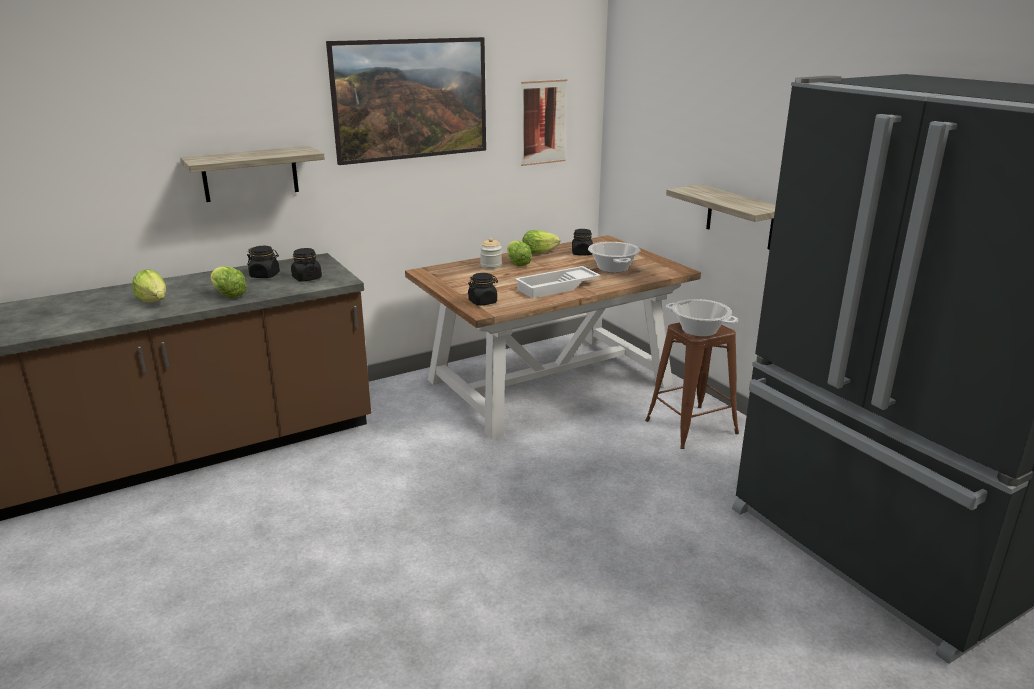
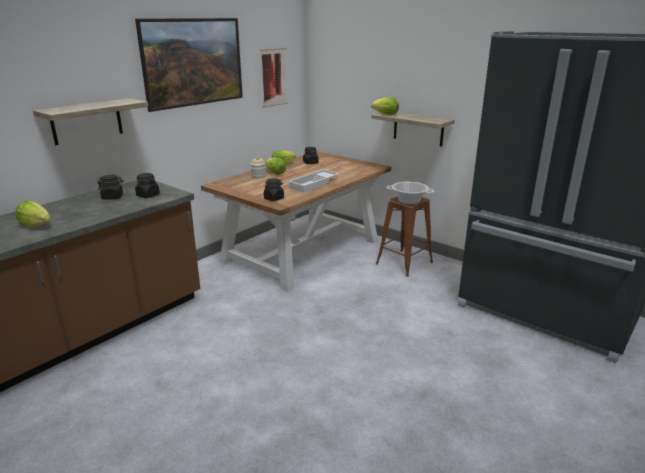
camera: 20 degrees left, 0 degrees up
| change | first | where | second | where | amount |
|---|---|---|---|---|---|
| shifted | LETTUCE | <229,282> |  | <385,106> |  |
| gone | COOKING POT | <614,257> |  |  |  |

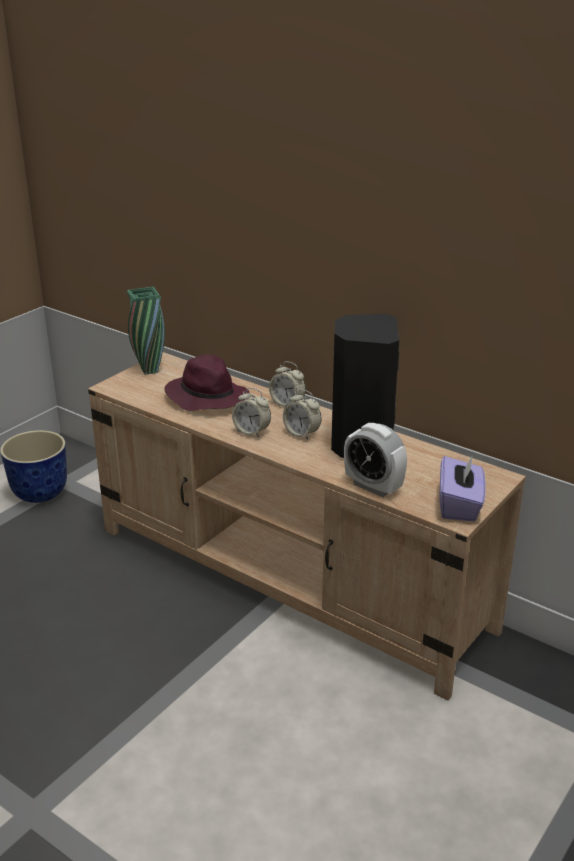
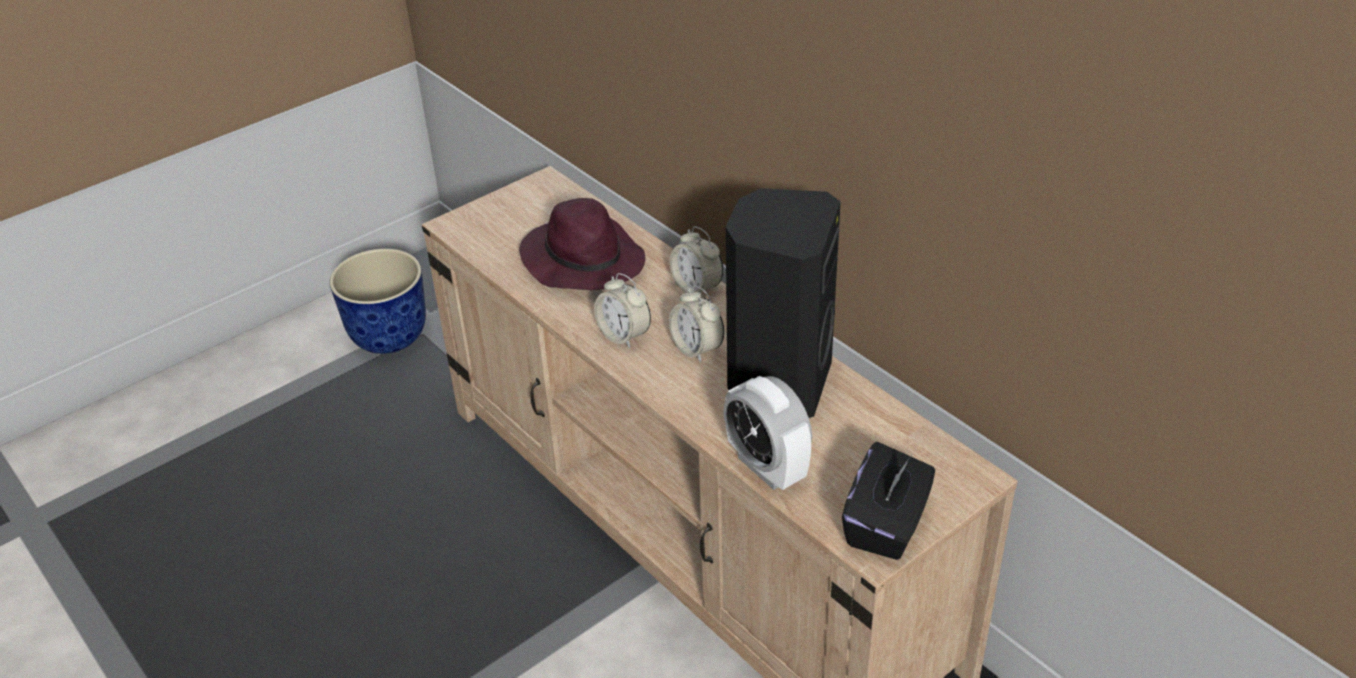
camera: 15 degrees right, 10 degrees up
| change | first | where | second | where | amount |
|---|---|---|---|---|---|
| gone | GREEN VASE | <146,331> |  |  |  |
| repainted | PURPLE TISSUE BOX | <463,488> | BLACK TISSUE BOX | <888,501> |  |

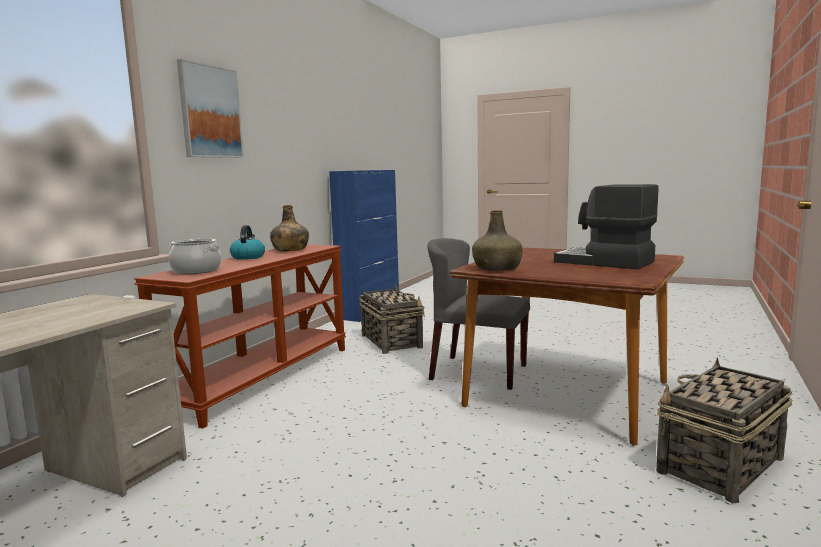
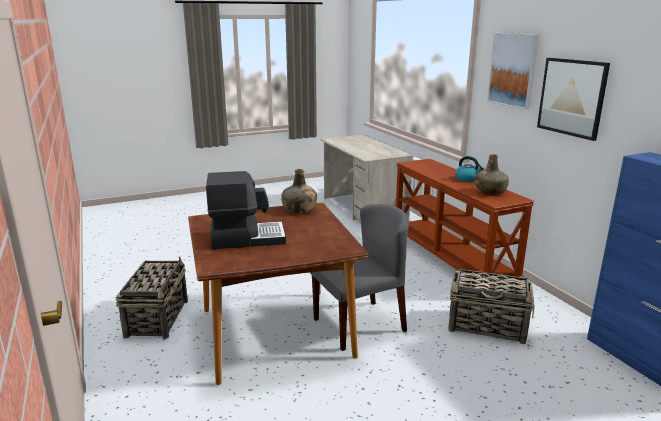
camera: 130 degrees right, 10 degrees up
| change | first | where | second | where | amount |
|---|---|---|---|---|---|
| gone | COOKING POT | <195,256> |  |  |  |
| new |  |  | PICTURE | <573,99> |  |

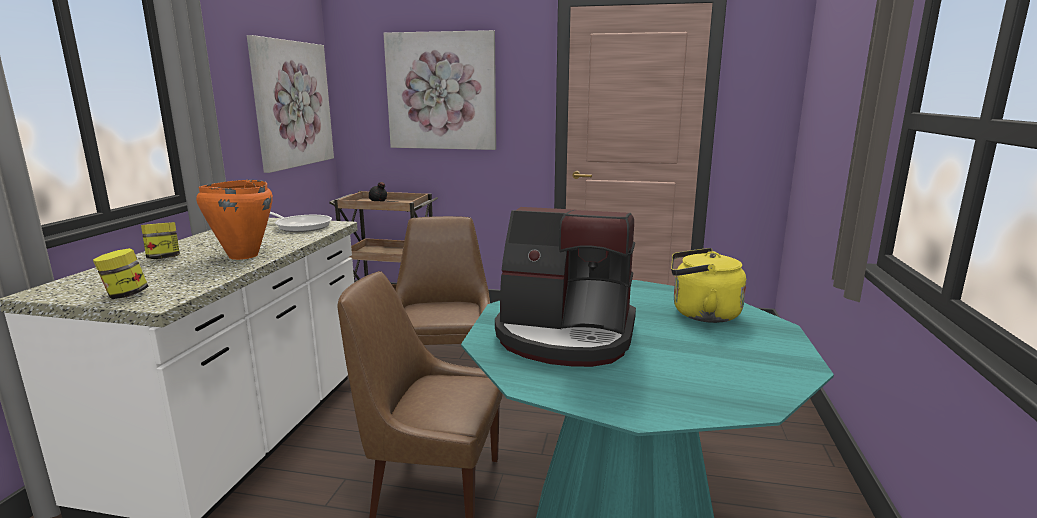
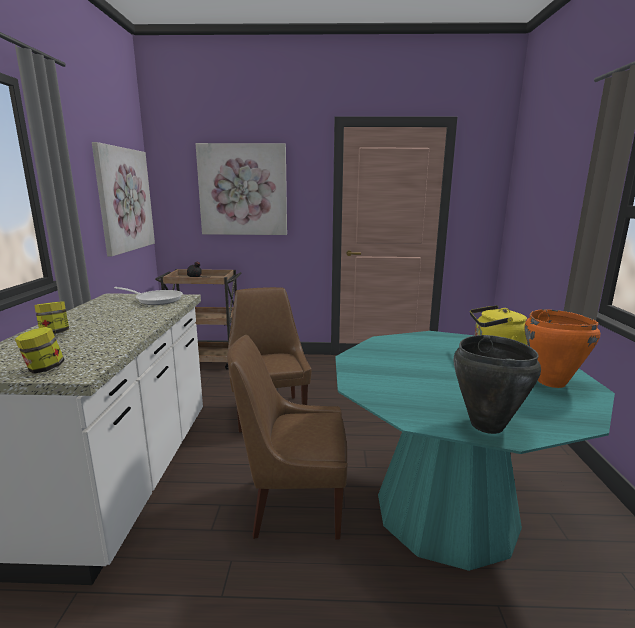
camera: 10 degrees left, 0 degrees up
| change | first | where | second | where | amount |
|---|---|---|---|---|---|
| shifted | ORANGE COOKING POT | <234,220> |  | <562,348> |  |
| gone | COFFEE MACHINE | <565,287> |  |  |  |
| new |  |  | BLACK COOKING POT | <497,384> |  |

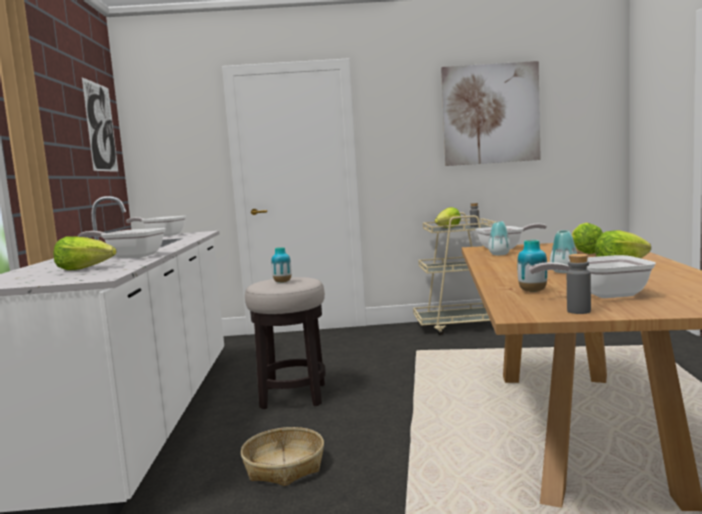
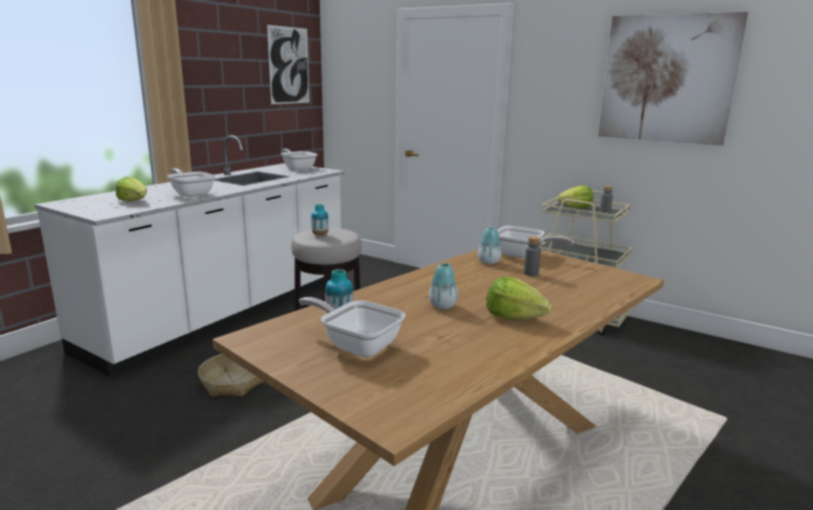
camera: 35 degrees right, 10 degrees up
| change | first | where | second | where | amount |
|---|---|---|---|---|---|
| shifted | GREY BOTTLE | <579,284> |  | <532,256> |  |
| gone | LETTUCE | <587,238> |  |  |  |

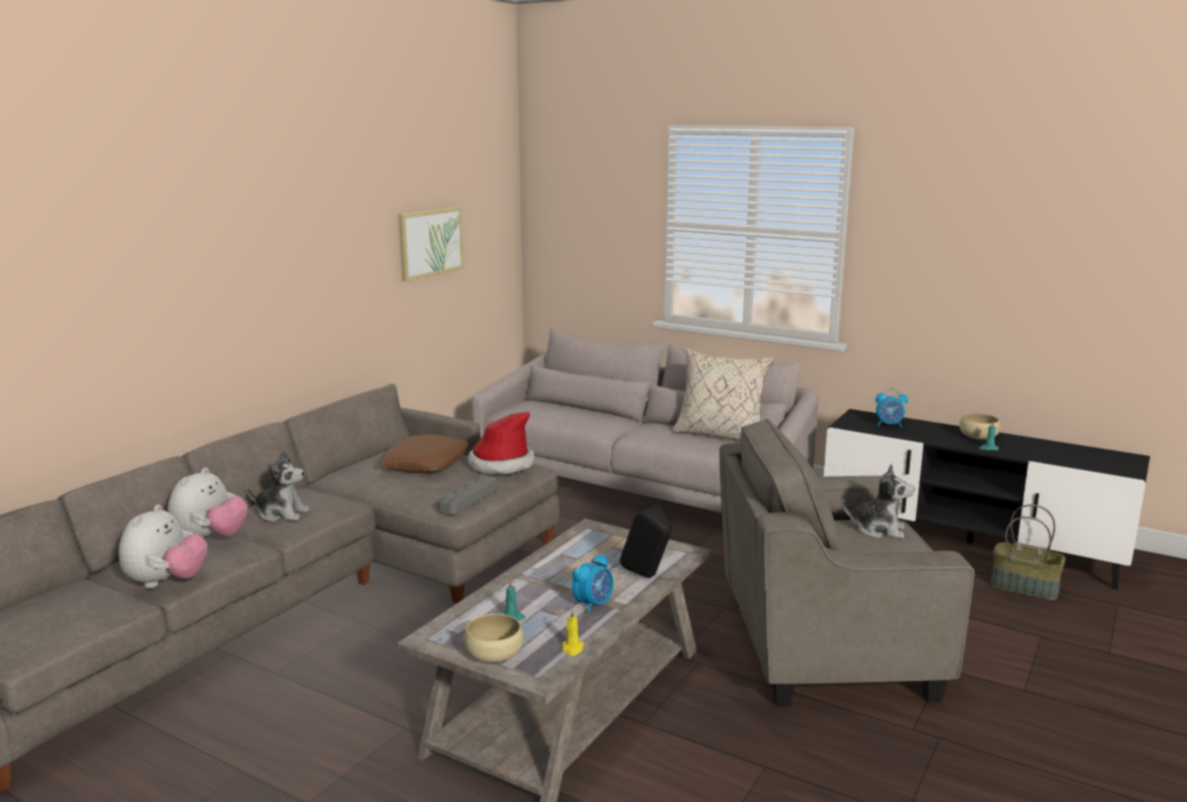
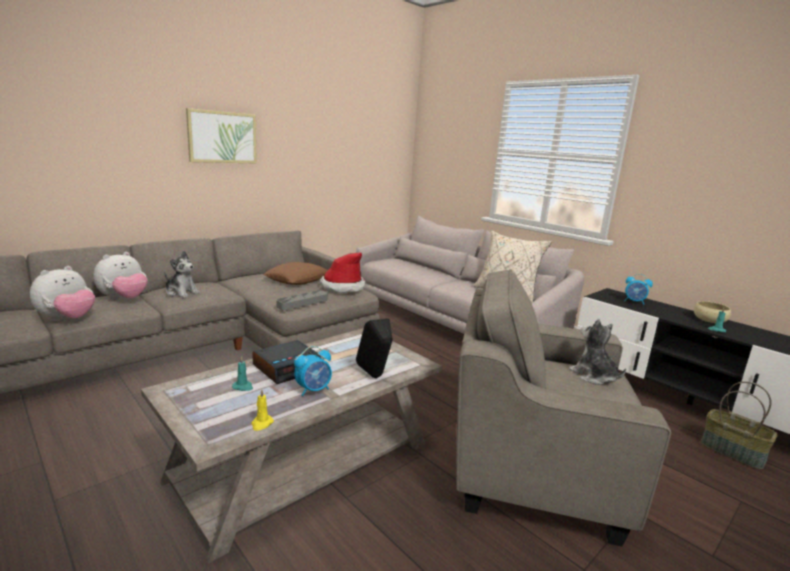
camera: 15 degrees right, 0 degrees up
| change | first | where | second | where | amount |
|---|---|---|---|---|---|
| shifted | PICTURE | <431,243> |  | <221,136> |  |
| gone | BEIGE BOWL | <494,638> |  |  |  |
| rotated | PLUSH TOY | <878,501> |  | <597,352> | 150 degrees counterclockwise |
| new |  |  | ALARM CLOCK | <286,362> |  |

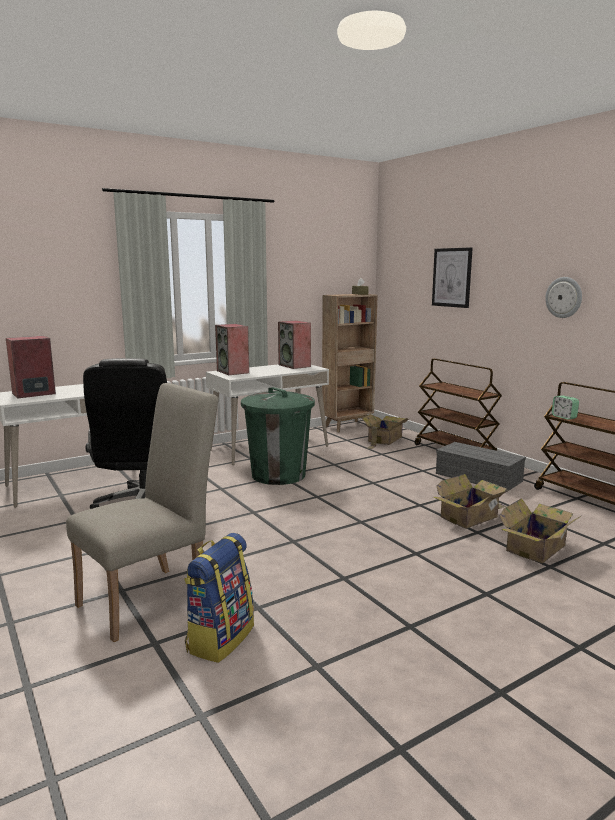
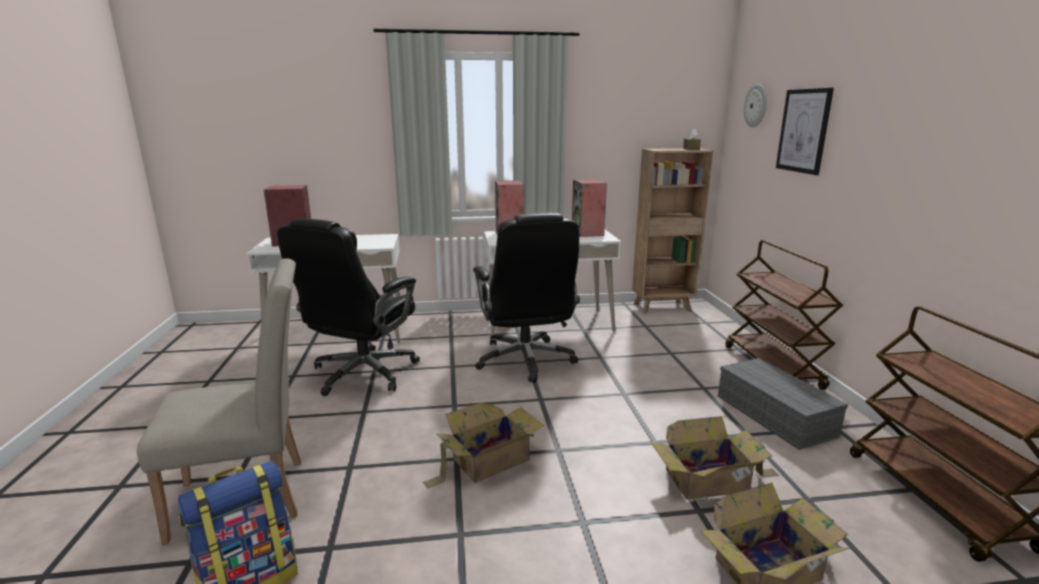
camera: 25 degrees right, 5 degrees up
| change | first | where | second | where | amount |
|---|---|---|---|---|---|
| swapped | GREEN TRASH CAN | <278,436> | BLACK OFFICE CHAIR | <526,298> |  |
| shifted | CARDBOARD BOX | <385,431> |  | <483,446> |  |
| shifted | WALL CLOCK | <563,297> |  | <755,105> |  |
| gone | ALARM CLOCK | <565,408> |  |  |  |

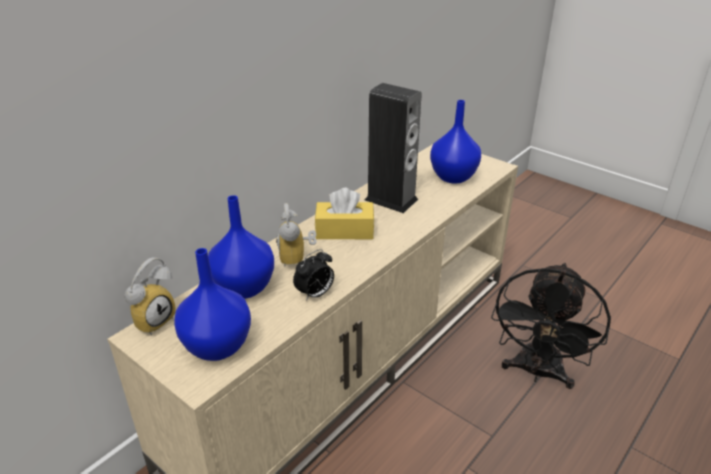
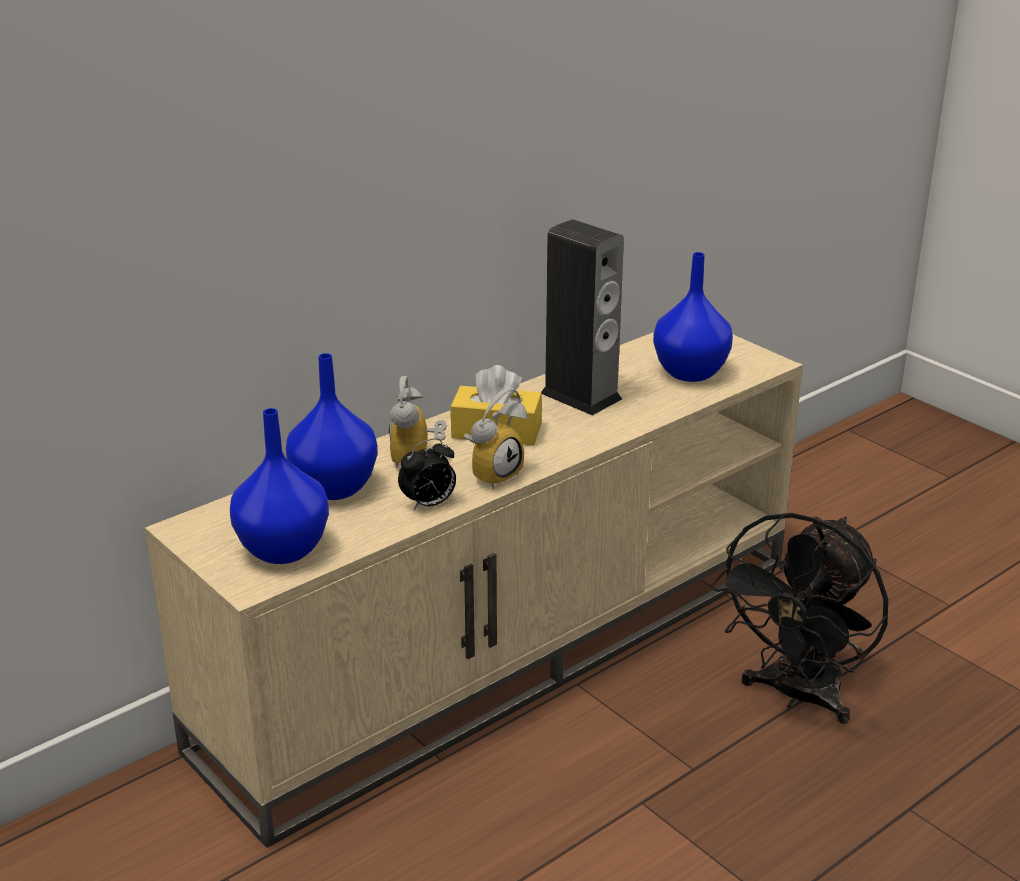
camera: 10 degrees right, 5 degrees down
| change | first | where | second | where | amount |
|---|---|---|---|---|---|
| shifted | ALARM CLOCK | <150,296> |  | <495,438> |  |

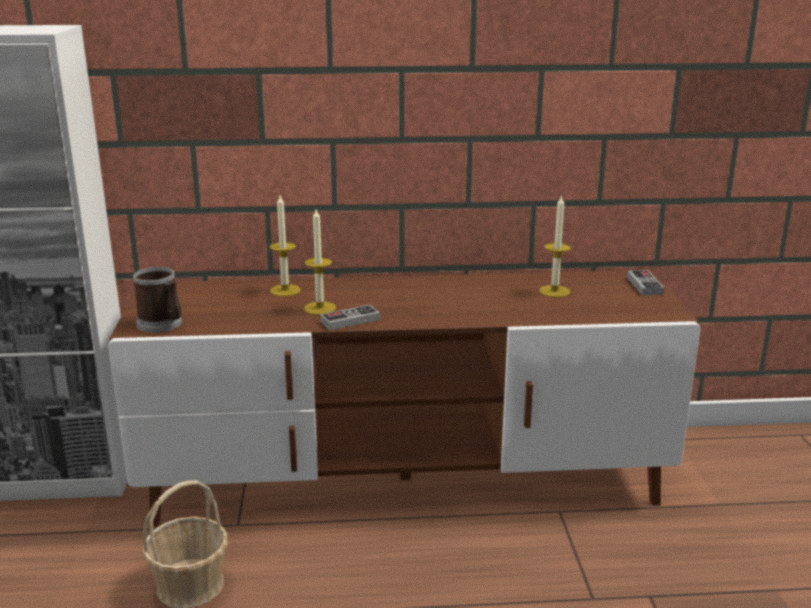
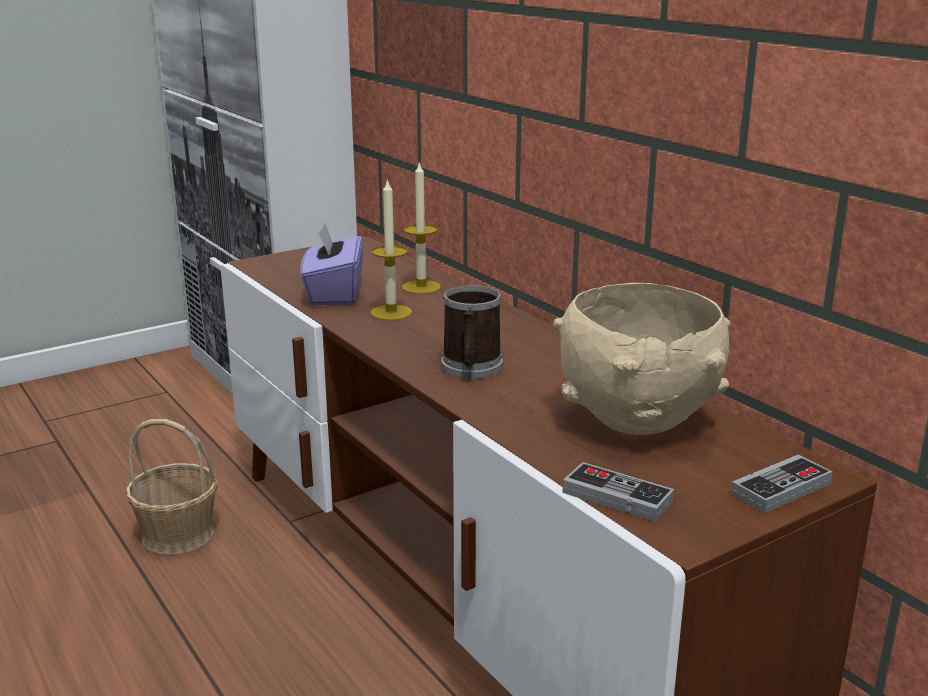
camera: 60 degrees right, 0 degrees up
| change | first | where | second | where | amount |
|---|---|---|---|---|---|
| shifted | MUG | <157,300> |  | <472,332> |  |
| shifted | GAME CONTROLLER | <350,317> |  | <618,492> |  |
| swapped | CANDLE | <555,246> | BEIGE BOWL | <642,359> |  |
| new |  |  | PURPLE TISSUE BOX | <331,263> |  |

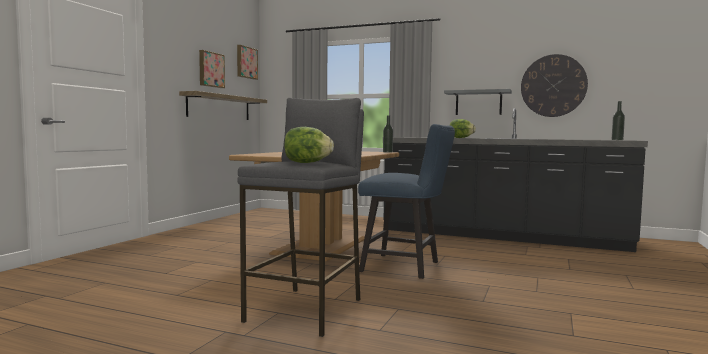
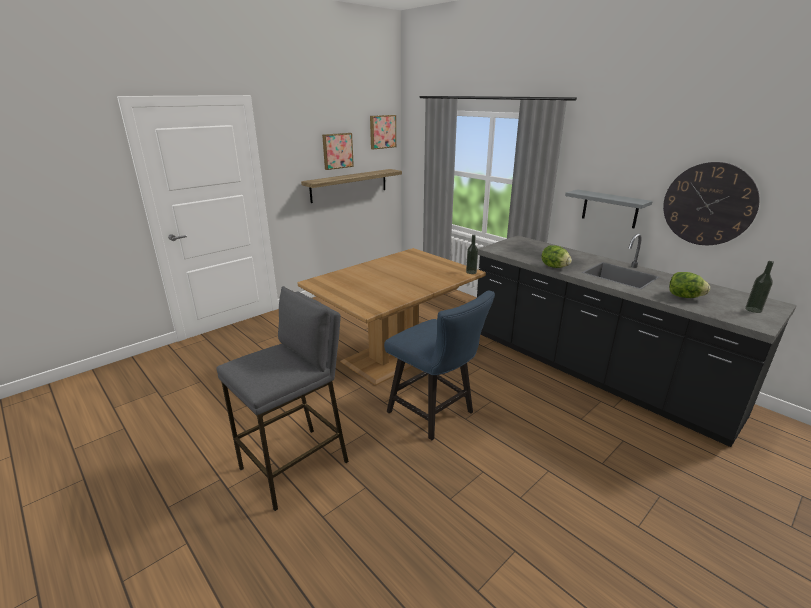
camera: 25 degrees right, 20 degrees up
| change | first | where | second | where | amount |
|---|---|---|---|---|---|
| shifted | LETTUCE | <309,145> |  | <689,285> |  |

